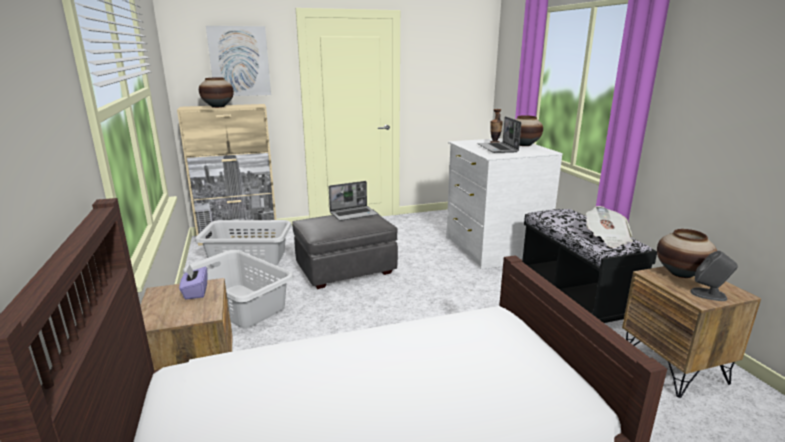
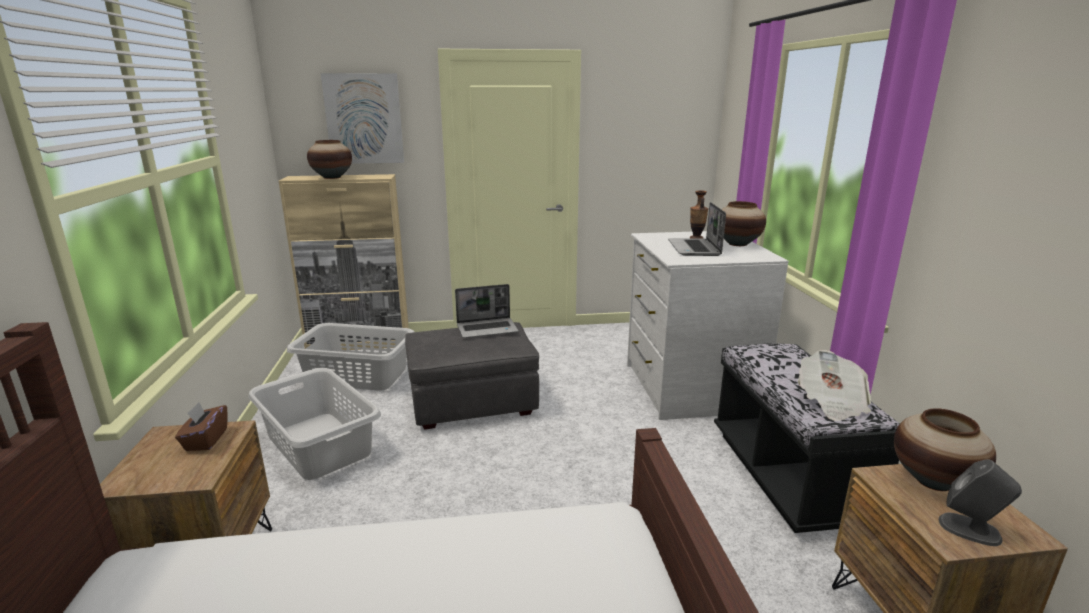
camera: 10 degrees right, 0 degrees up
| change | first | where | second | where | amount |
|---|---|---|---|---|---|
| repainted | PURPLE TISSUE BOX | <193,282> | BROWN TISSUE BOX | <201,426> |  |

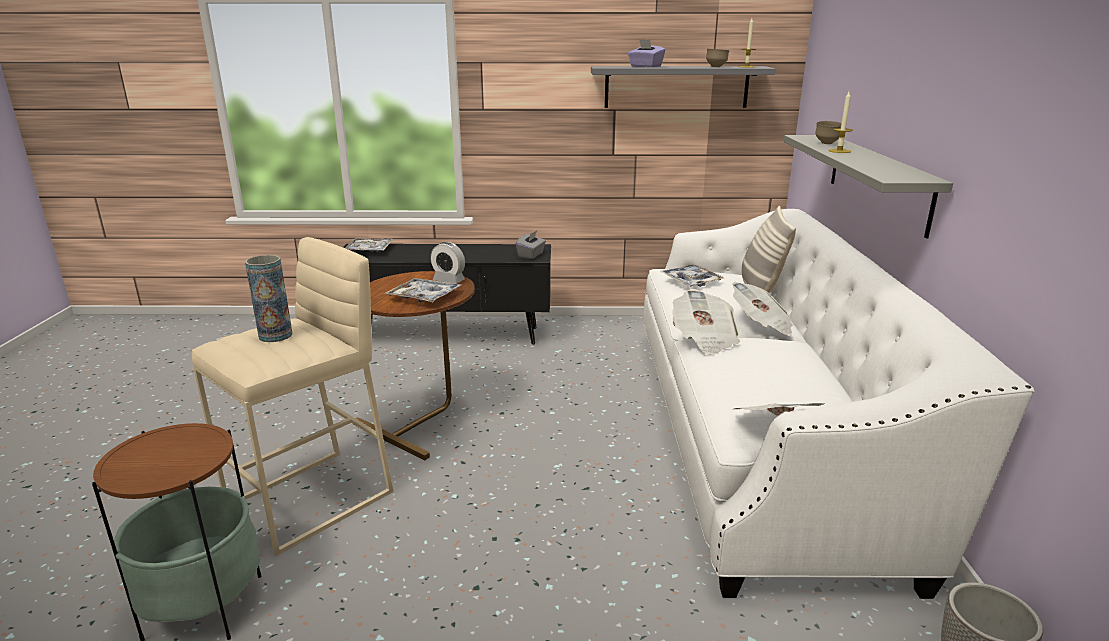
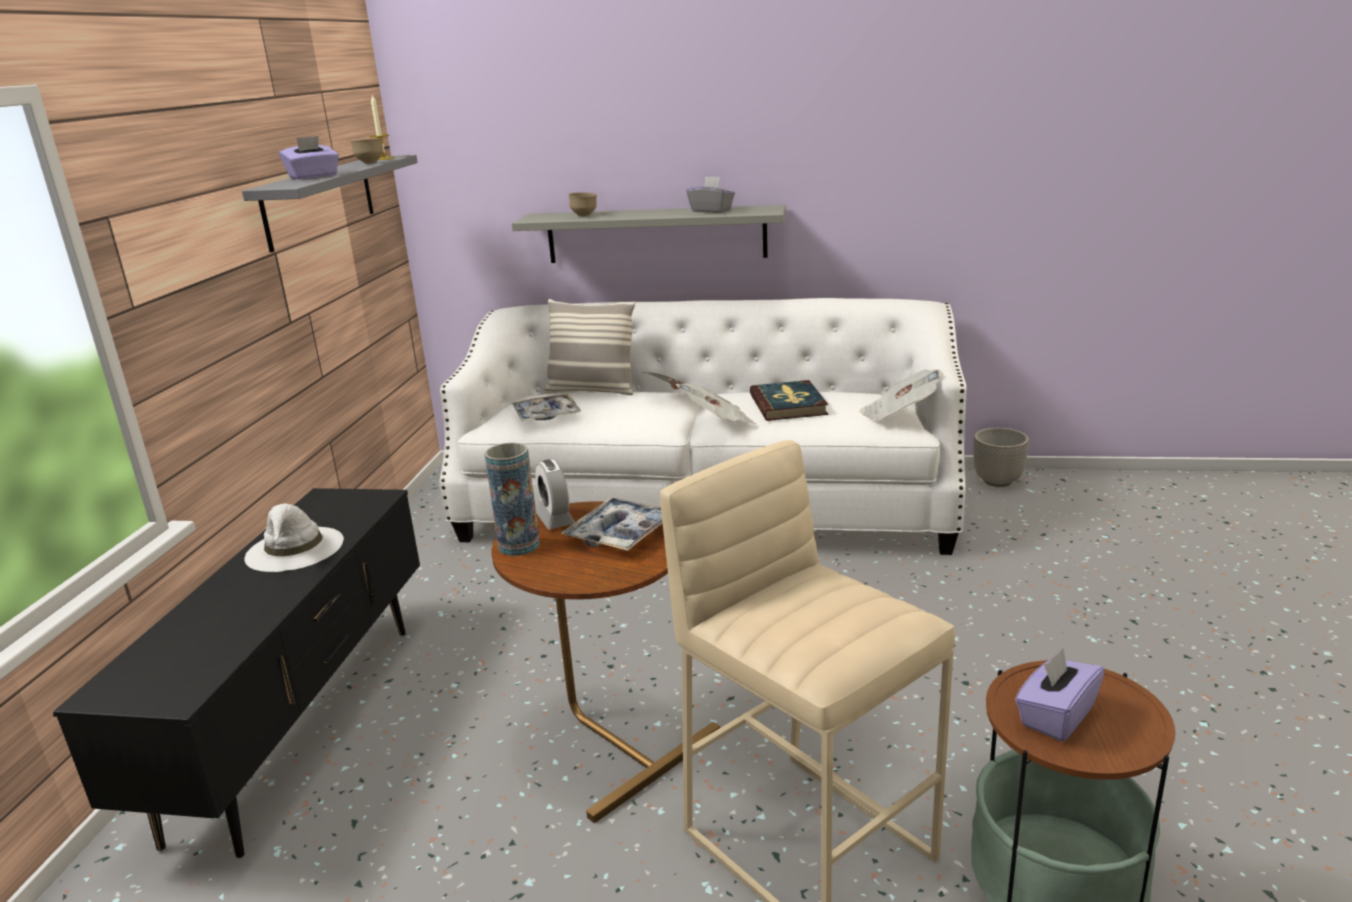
camera: 80 degrees left, 0 degrees up
| change | first | where | second | where | amount |
|---|---|---|---|---|---|
| shifted | VASE | <269,298> |  | <512,499> |  |
| gone | TRAY | <369,245> |  |  |  |
| rotated | ALARM CLOCK | <448,263> |  | <555,495> | 120 degrees clockwise |
| shifted | GREY TISSUE BOX | <531,245> |  | <711,194> |  |
| gone | CANDLE | <840,122> |  |  |  |
| new |  |  | WHITE HAT | <294,537> |  |
| new |  |  | BOOK | <789,400> |  |
| new |  |  | PURPLE TISSUE BOX | <1060,695> |  |

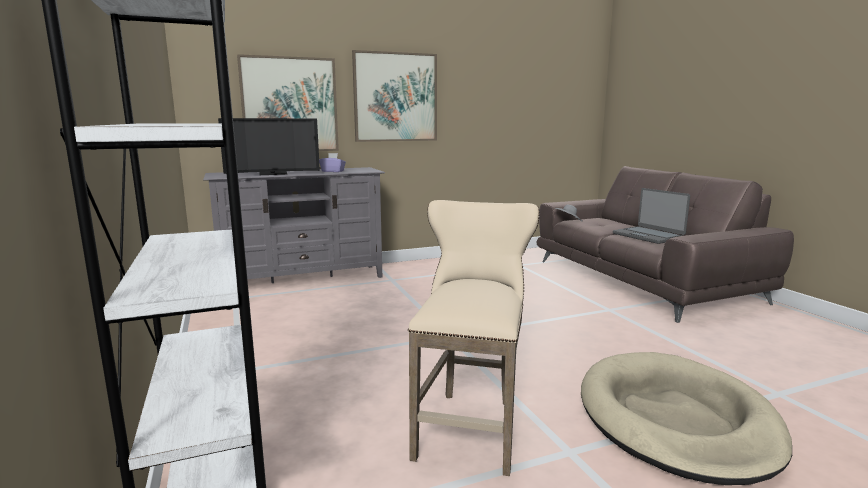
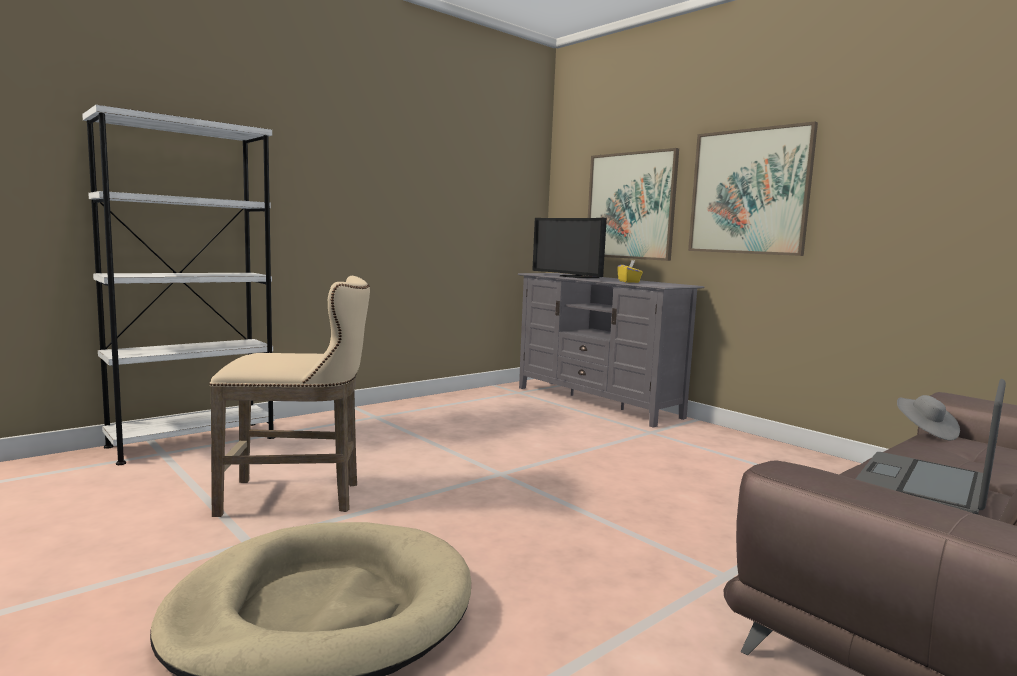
camera: 70 degrees right, 5 degrees down
| change | first | where | second | where | amount |
|---|---|---|---|---|---|
| repainted | PURPLE TISSUE BOX | <332,162> | YELLOW TISSUE BOX | <630,271> |  |

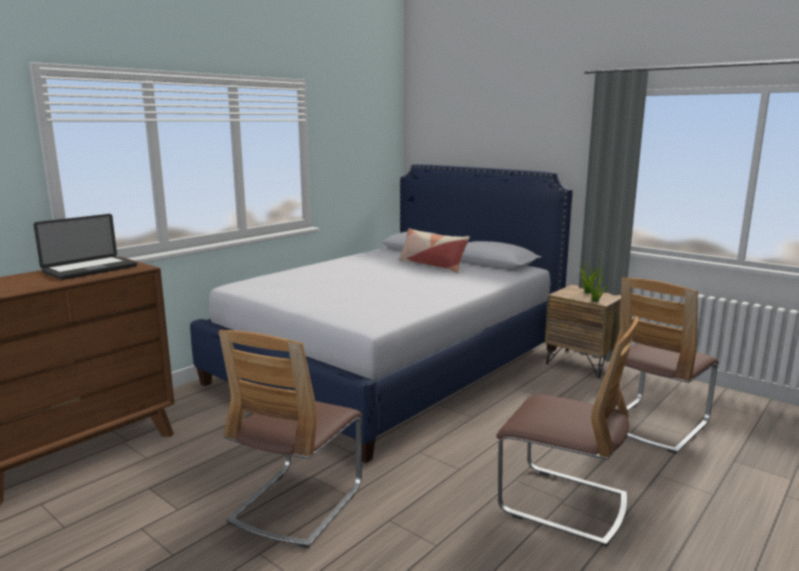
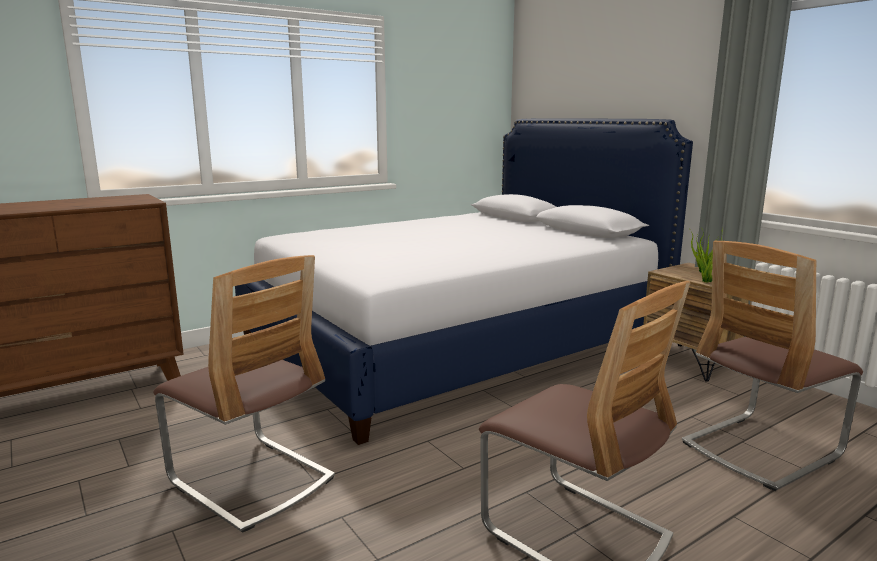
camera: 15 degrees right, 0 degrees up
| change | first | where | second | where | amount |
|---|---|---|---|---|---|
| gone | LAPTOP | <85,247> |  |  |  |
| rotated | CHAIR | <290,439> |  | <244,394> | 90 degrees counterclockwise |
| gone | PILLOW | <434,250> |  |  |  |

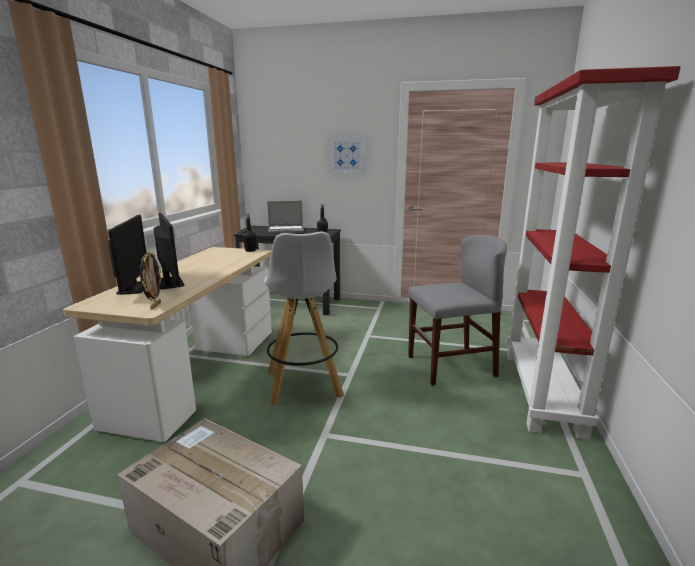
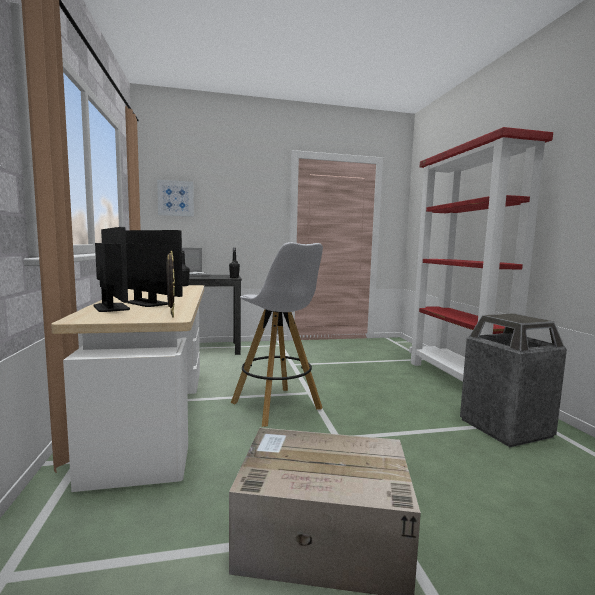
camera: 25 degrees left, 10 degrees down
| change | first | where | second | where | amount |
|---|---|---|---|---|---|
| shifted | PICTURE | <347,155> |  | <175,198> |  |
| gone | GREY CHAIR | <457,310> |  |  |  |
| new |  |  | TRASH CAN | <513,380> |  |

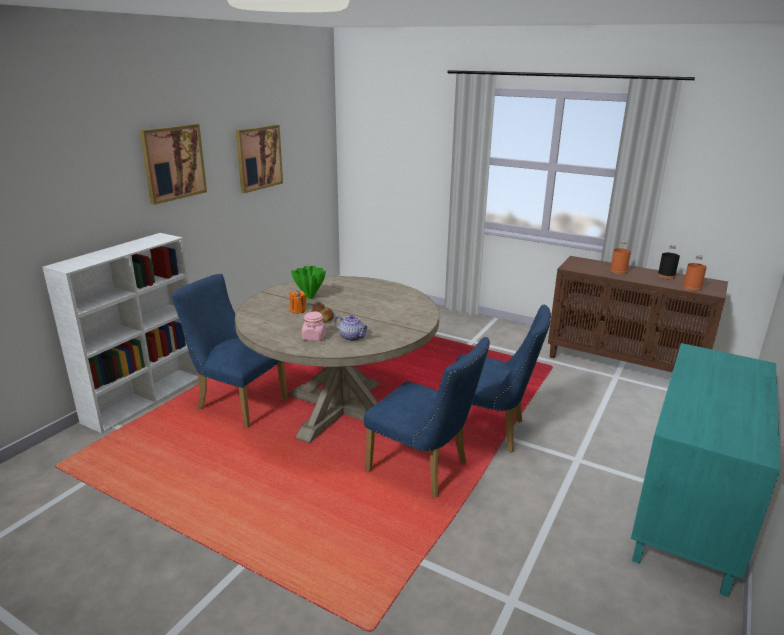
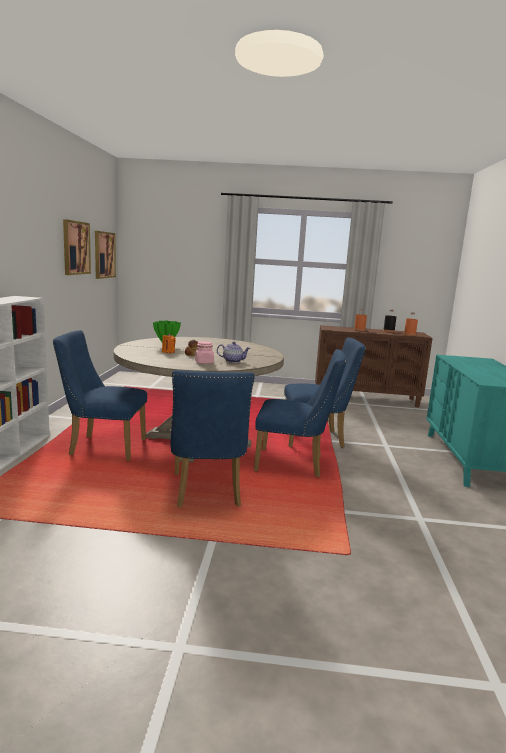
camera: 25 degrees left, 10 degrees down
| change | first | where | second | where | amount |
|---|---|---|---|---|---|
| shifted | PICTURE | <173,164> |  | <105,255> |  |
| new |  |  | BLUE CHAIR | <212,438> |  |

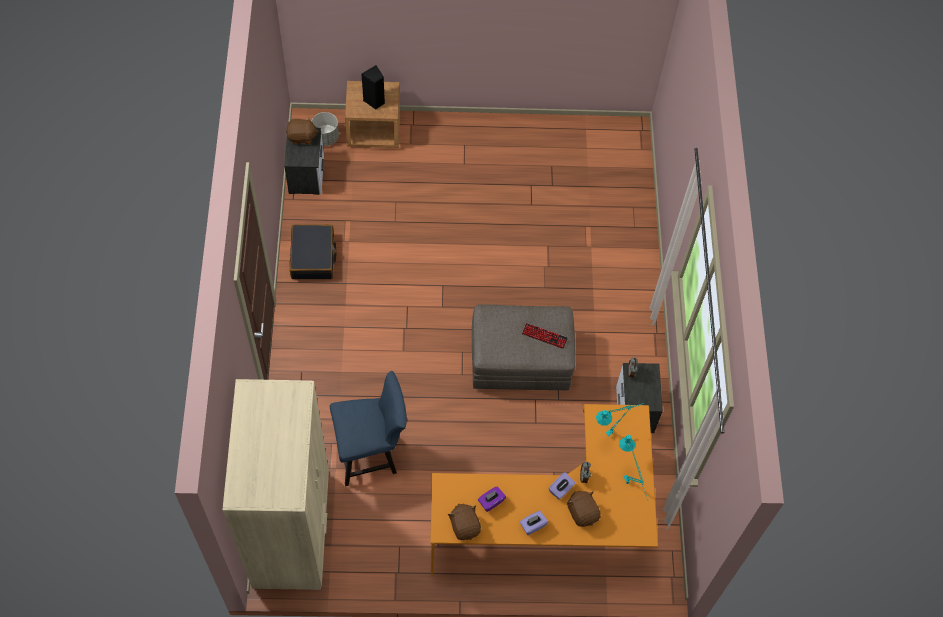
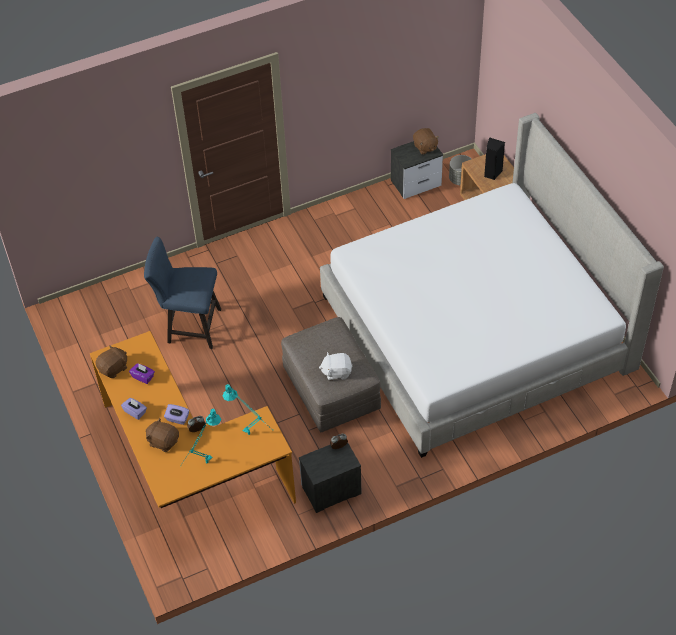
camera: 70 degrees right, 10 degrees down
| change | first | where | second | where | amount |
|---|---|---|---|---|---|
| gone | BEIGE WARDROBE | <275,484> |  |  |  |
| gone | BLACK SUITCASE | <313,251> |  |  |  |
| rotated | BLUE CHAIR | <368,428> |  | <182,293> | 135 degrees clockwise |
| swapped | KEYBOARD | <545,336> | WHITE PLUSH TOY | <336,366> |  |
| rotated | BROWN PLUSH TOY | <584,509> |  | <162,434> | 105 degrees counterclockwise |
| new |  |  | BED | <492,285> |  |

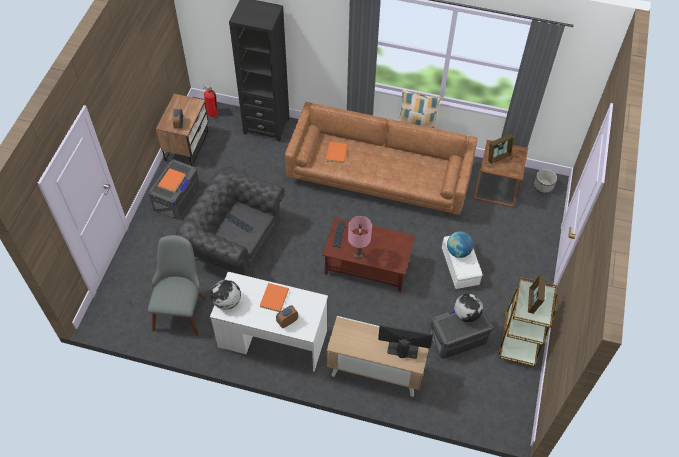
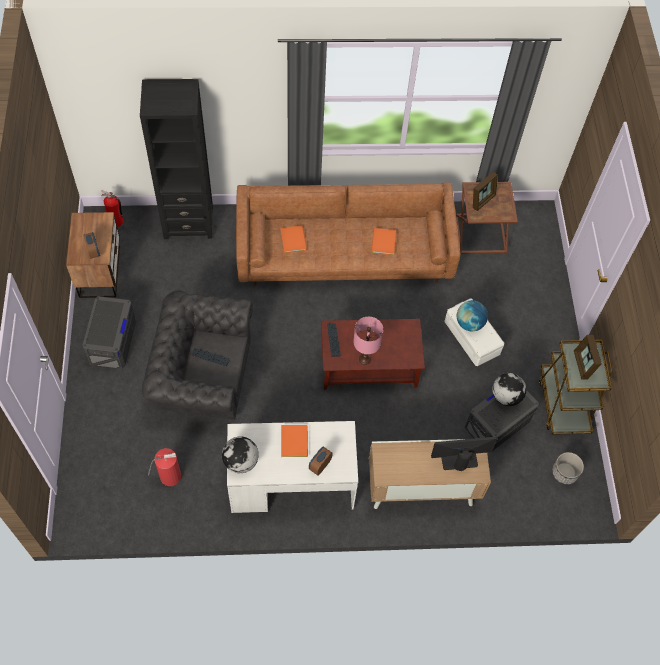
camera: 20 degrees left, 5 degrees up
| change | first | where | second | where | amount |
|---|---|---|---|---|---|
| swapped | GREY CHAIR | <177,285> | FIRE EXTINGUISHER | <164,467> |  |
| shifted | ORANGE BOOK | <172,180> |  | <383,241> |  |
| gone | PILLOW | <420,108> |  |  |  |
| shifted | PLANTER | <545,181> |  | <568,468> |  |

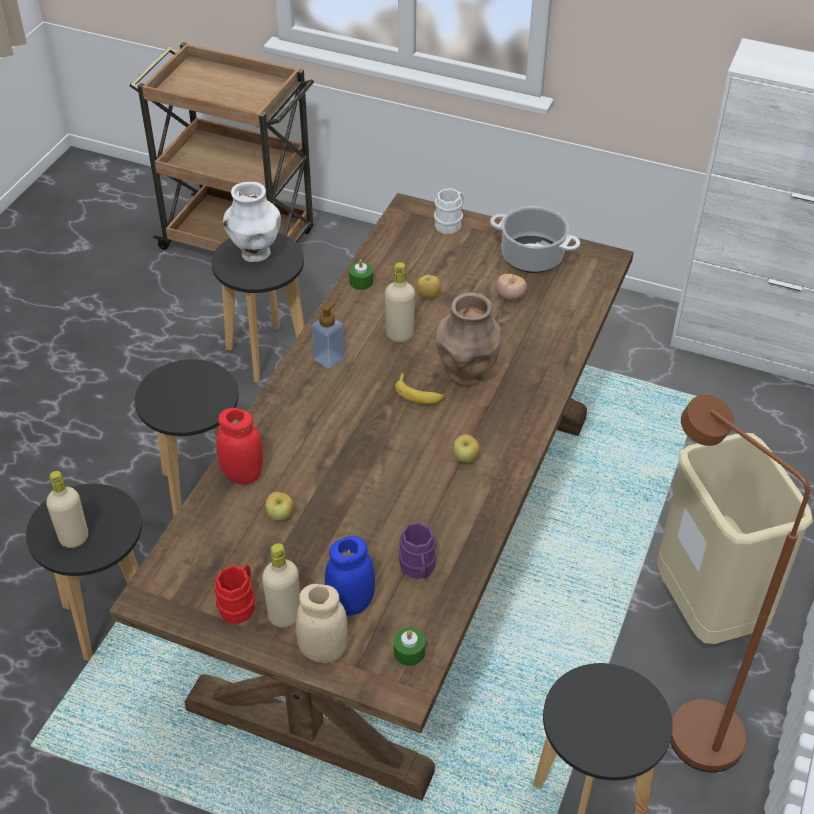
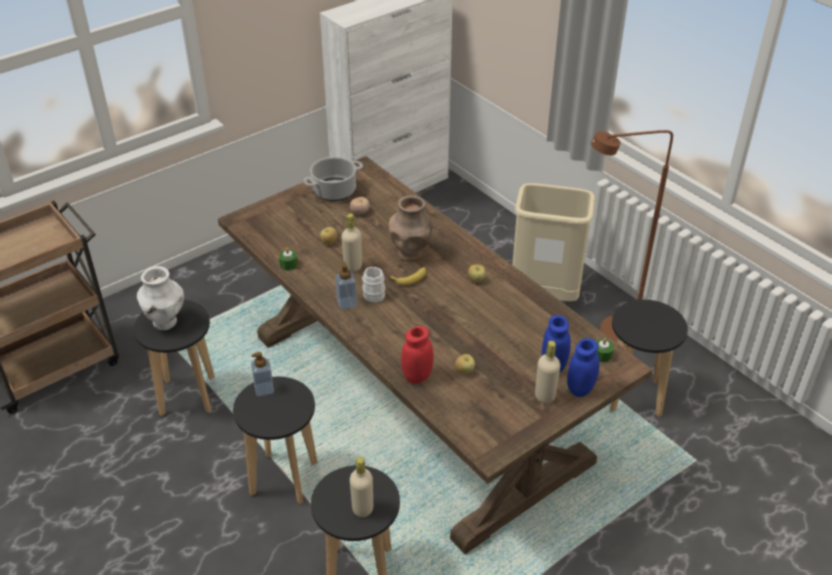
camera: 60 degrees left, 5 degrees down
| change | first | where | second | where | amount |
|---|---|---|---|---|---|
| gone | RED MUG | <234,594> |  |  |  |
| repainted | BEIGE JAR | <322,623> | BLUE JAR | <583,367> |  |
| gone | PURPLE MUG | <417,551> |  |  |  |
| shifted | WHITE MUG | <449,211> |  | <374,285> |  |
| new |  |  | SOAP DISPENSER | <262,374> |  |

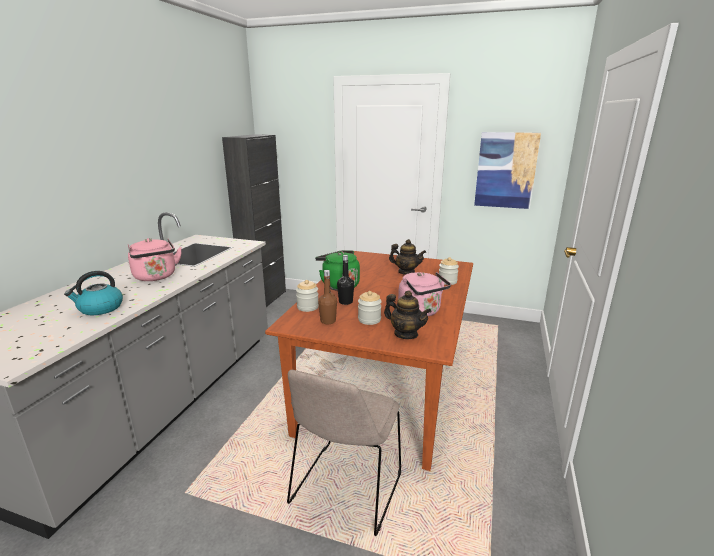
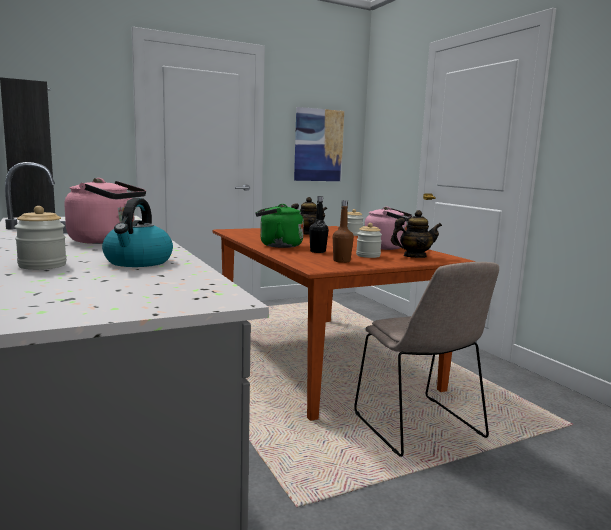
camera: 45 degrees left, 10 degrees down
| change | first | where | second | where | amount |
|---|---|---|---|---|---|
| shifted | JAR | <307,296> |  | <40,238> |  |

